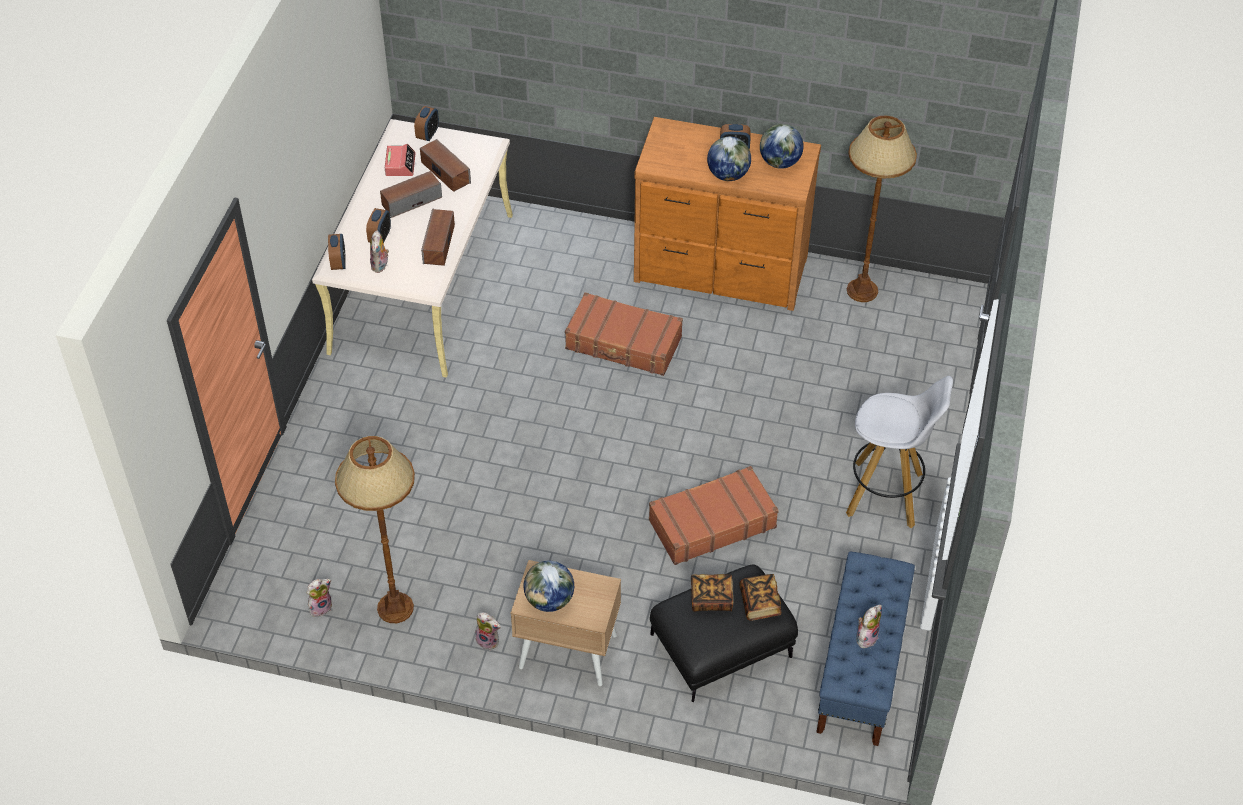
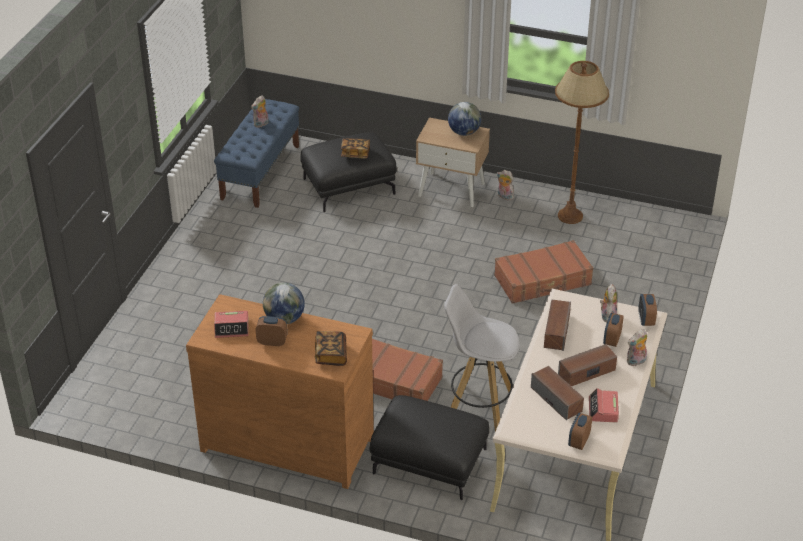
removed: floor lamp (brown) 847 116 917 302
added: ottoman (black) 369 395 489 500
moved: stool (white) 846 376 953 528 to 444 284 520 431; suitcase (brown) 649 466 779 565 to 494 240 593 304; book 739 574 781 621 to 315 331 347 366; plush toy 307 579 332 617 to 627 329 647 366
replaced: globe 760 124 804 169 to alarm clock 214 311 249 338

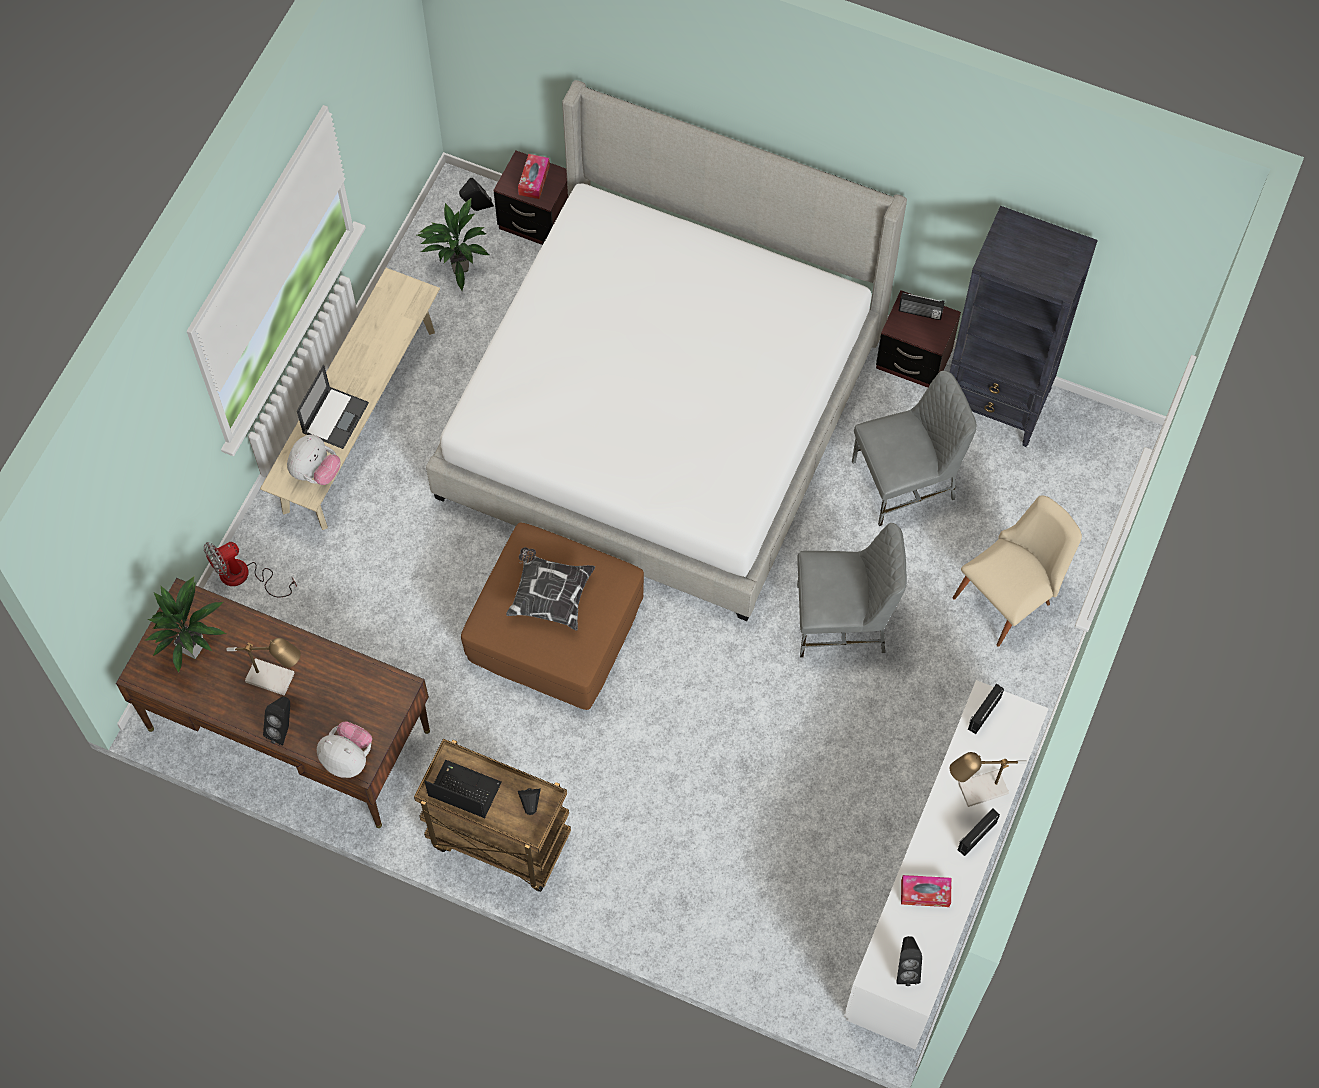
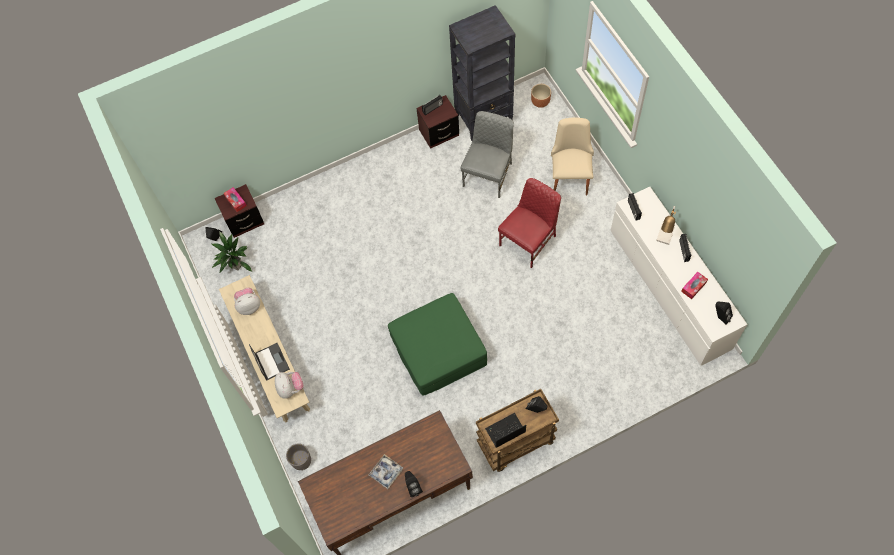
removed: bed 426 80 907 621; pillow 506 547 595 630; potted plant 144 576 226 673
added: planter (brown) 531 84 551 108
moved: plush toy 317 721 372 778 to 234 288 260 315
replaced: fan 204 542 297 597 to planter (grey) 286 443 311 470; table lamp 226 638 301 696 to tray 369 454 403 489
recoloured: ottoman (brown) 461 523 644 710 to ottoman (green) 388 293 487 395; chair (grey) 797 523 907 658 to chair (red) 498 178 561 268

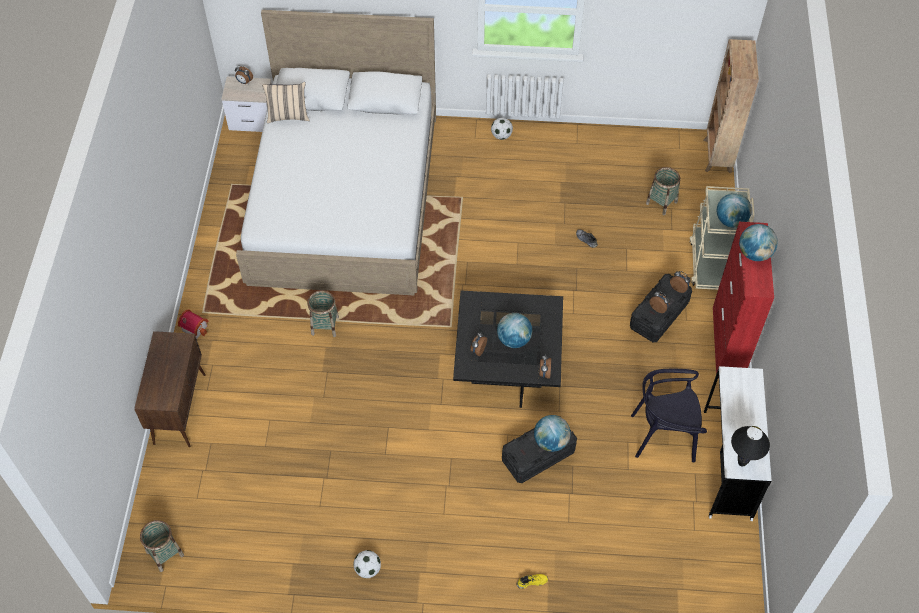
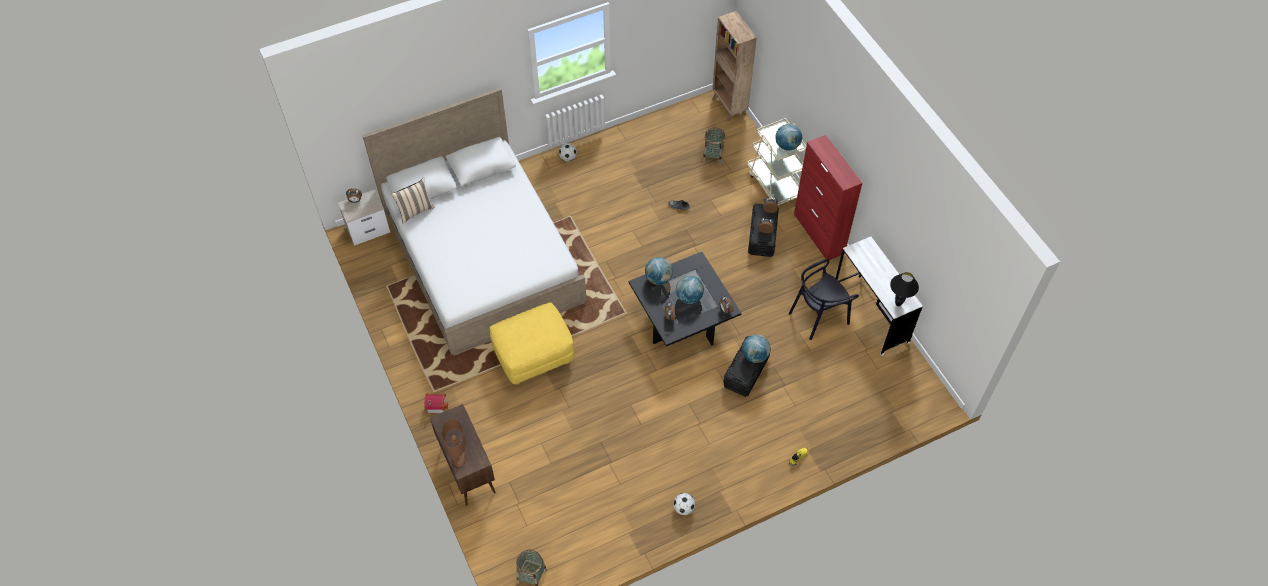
added: table lamp (brown) 442 419 466 467
moved: globe 739 224 778 261 to 645 257 673 285
replaced: basket 308 290 339 337 to ottoman (yellow) 490 303 575 385

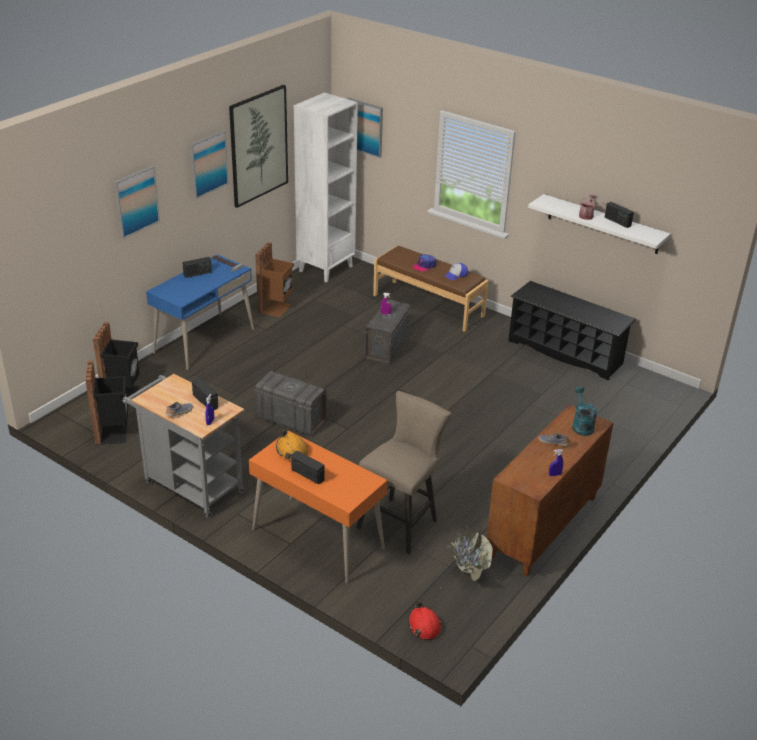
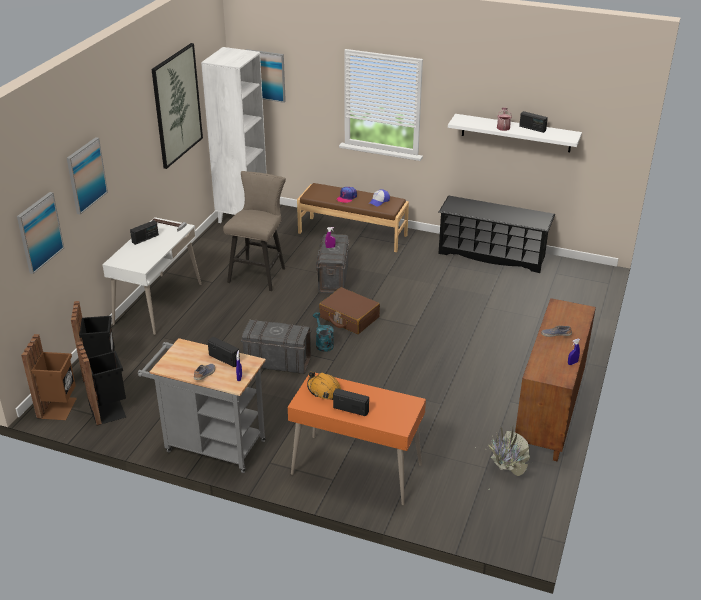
removed: hard hat (red) 408 601 441 640
added: suitcase (brown) 319 287 380 334
moved: picture 190 130 229 199 to 17 192 64 274; trash can (brown) 255 242 294 318 to 21 334 77 420; watering can (turquoise) 572 387 598 436 to 313 312 334 352; stool (beige) 356 391 452 554 to 223 171 286 291
recoloured: desk (blue) 146 255 254 370 to desk (white) 102 217 201 335

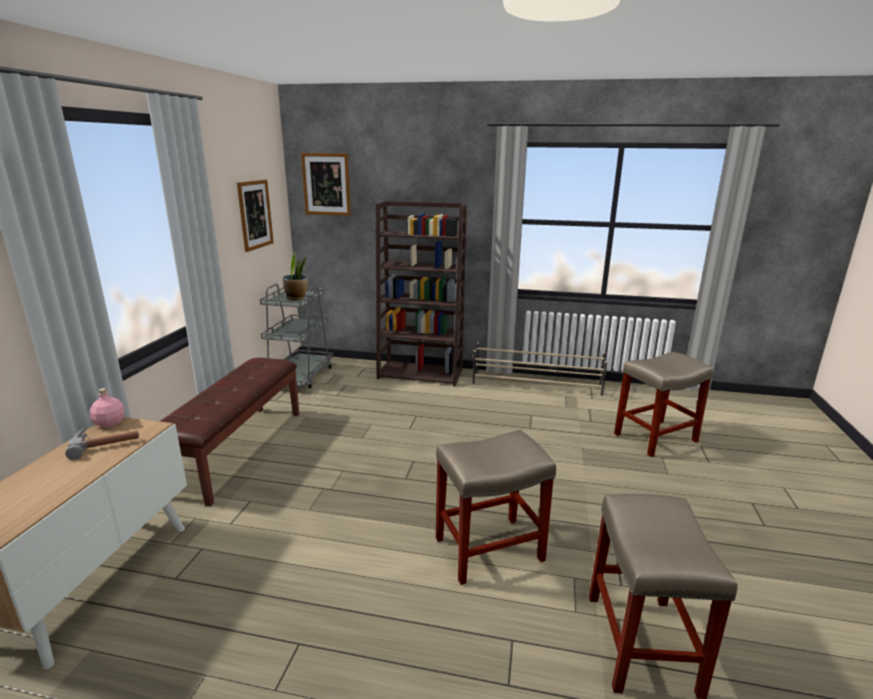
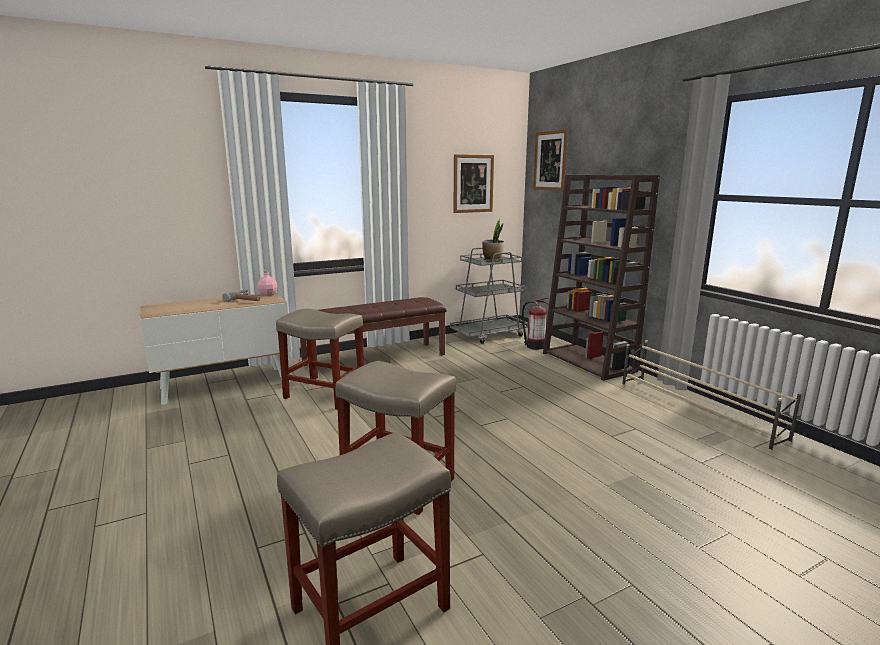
added: fire extinguisher 522 298 549 350
moved: stool (beige) 614 352 713 457 to 276 309 364 410

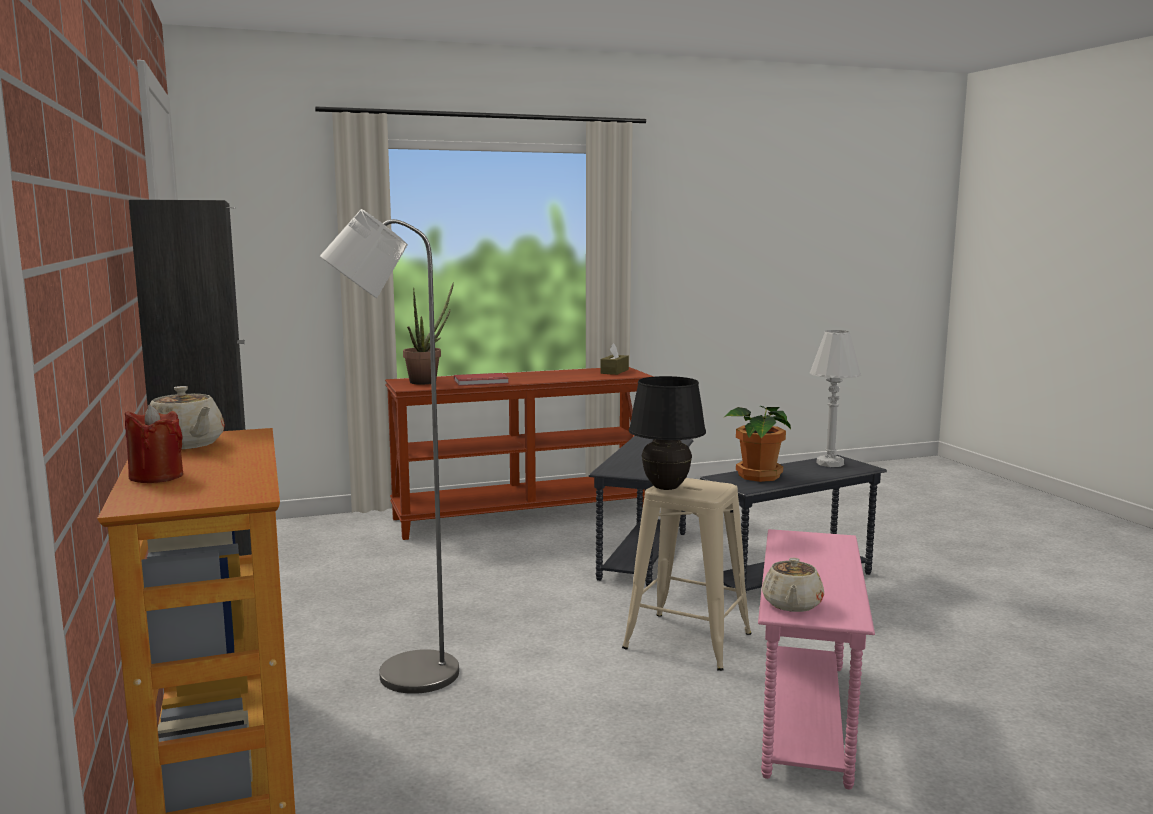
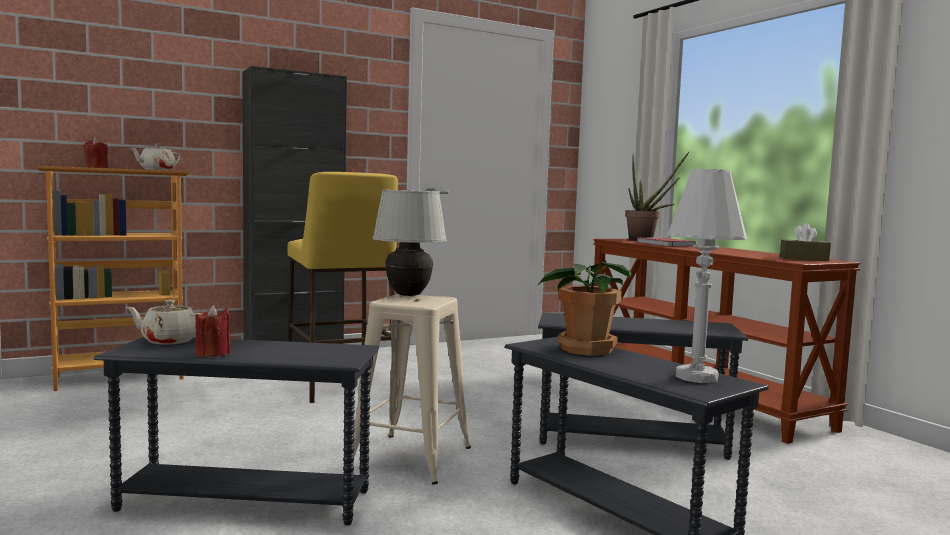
added: candle (red) 195 305 231 357
replaced: floor lamp (grey) 320 209 459 694 to stool (yellow) 288 172 398 403
recoloured: table lamp (black) 629 376 706 490 to table lamp (white) 373 190 447 296; side table (pink) 758 529 875 789 to side table (grey) 94 337 379 525

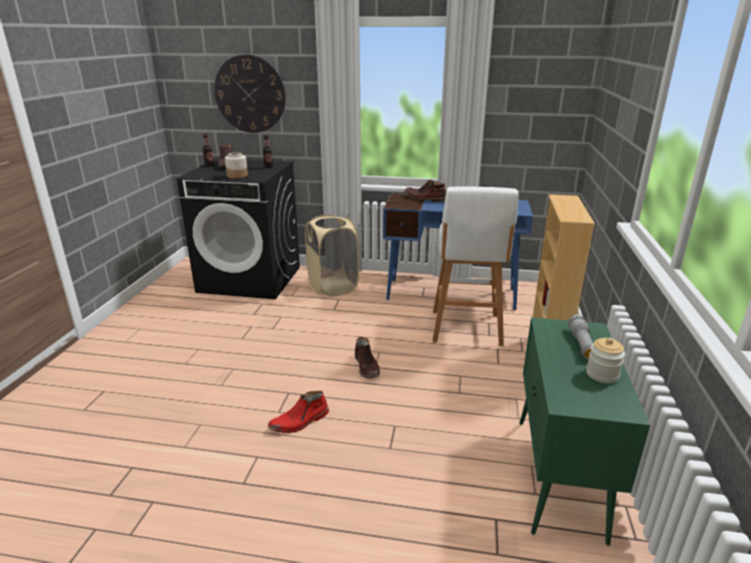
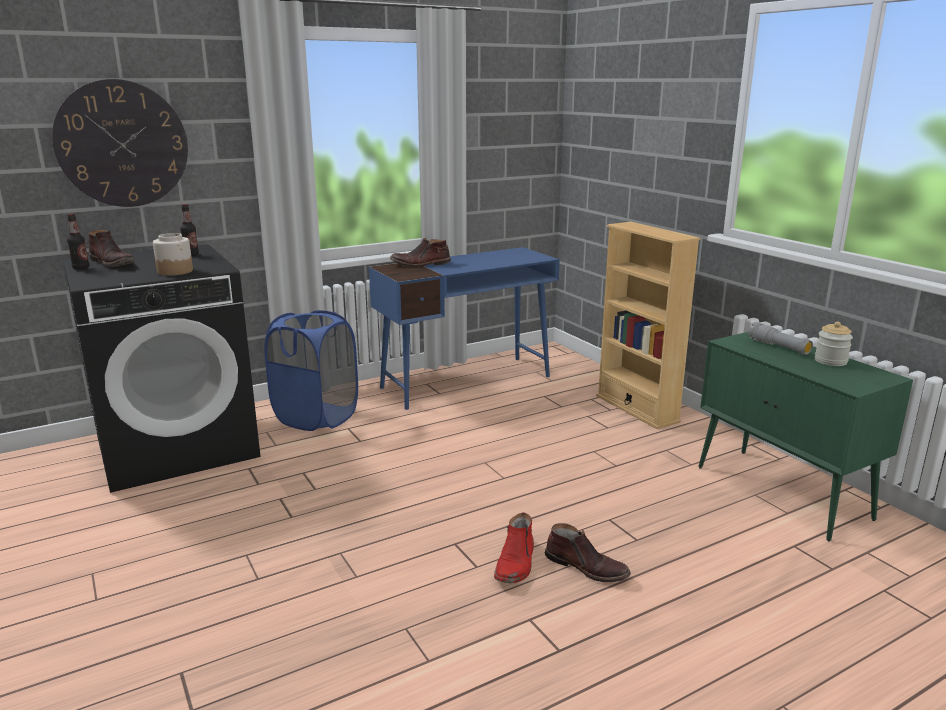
removed: stool (white) 433 186 519 346
moved: boot (brown) 355 337 380 378 to 545 523 631 582
recoloured: laundry basket (beige) 305 215 359 297 to laundry basket (blue) 264 310 358 431

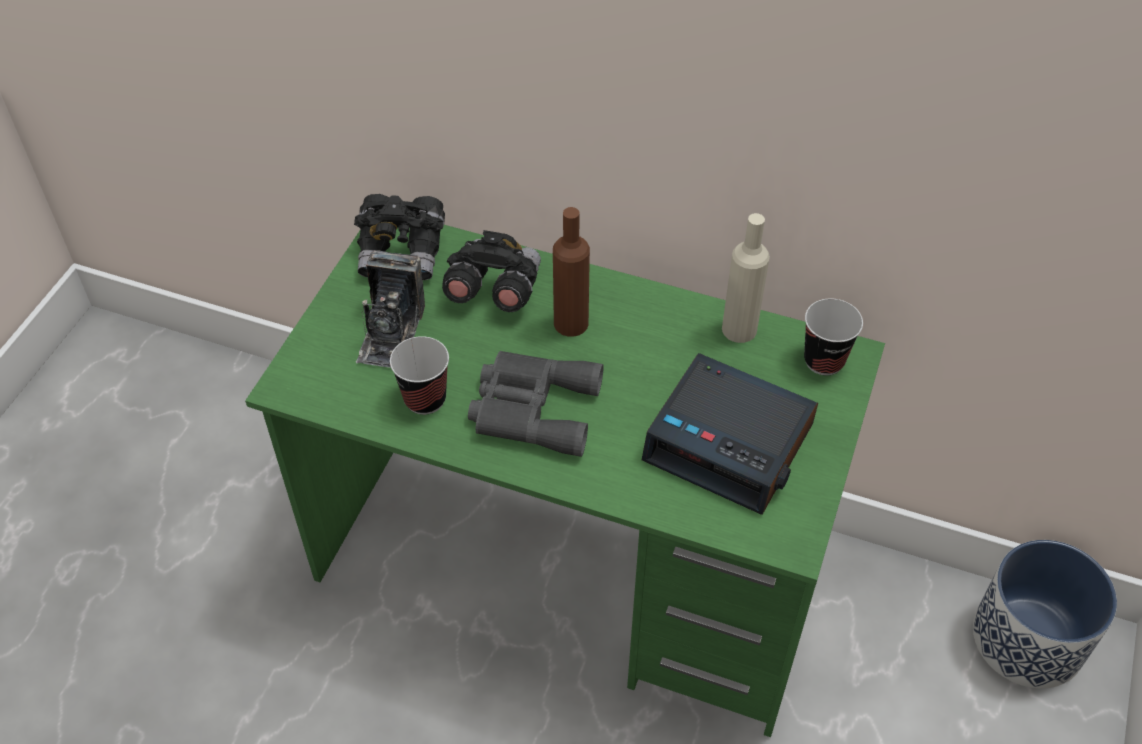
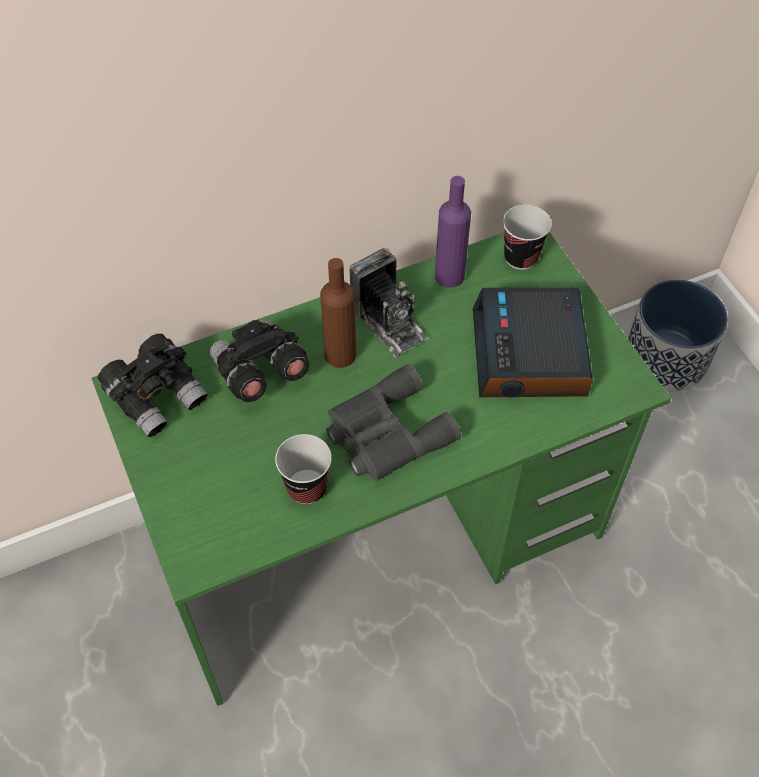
moved: photo camera 356 250 425 368 to 349 248 429 358
recoloured: bottle (beige) 722 213 770 343 to bottle (purple) 435 176 471 288
turned: alarm clock 642 353 818 515 = 473 287 593 398 105 degrees clockwise

